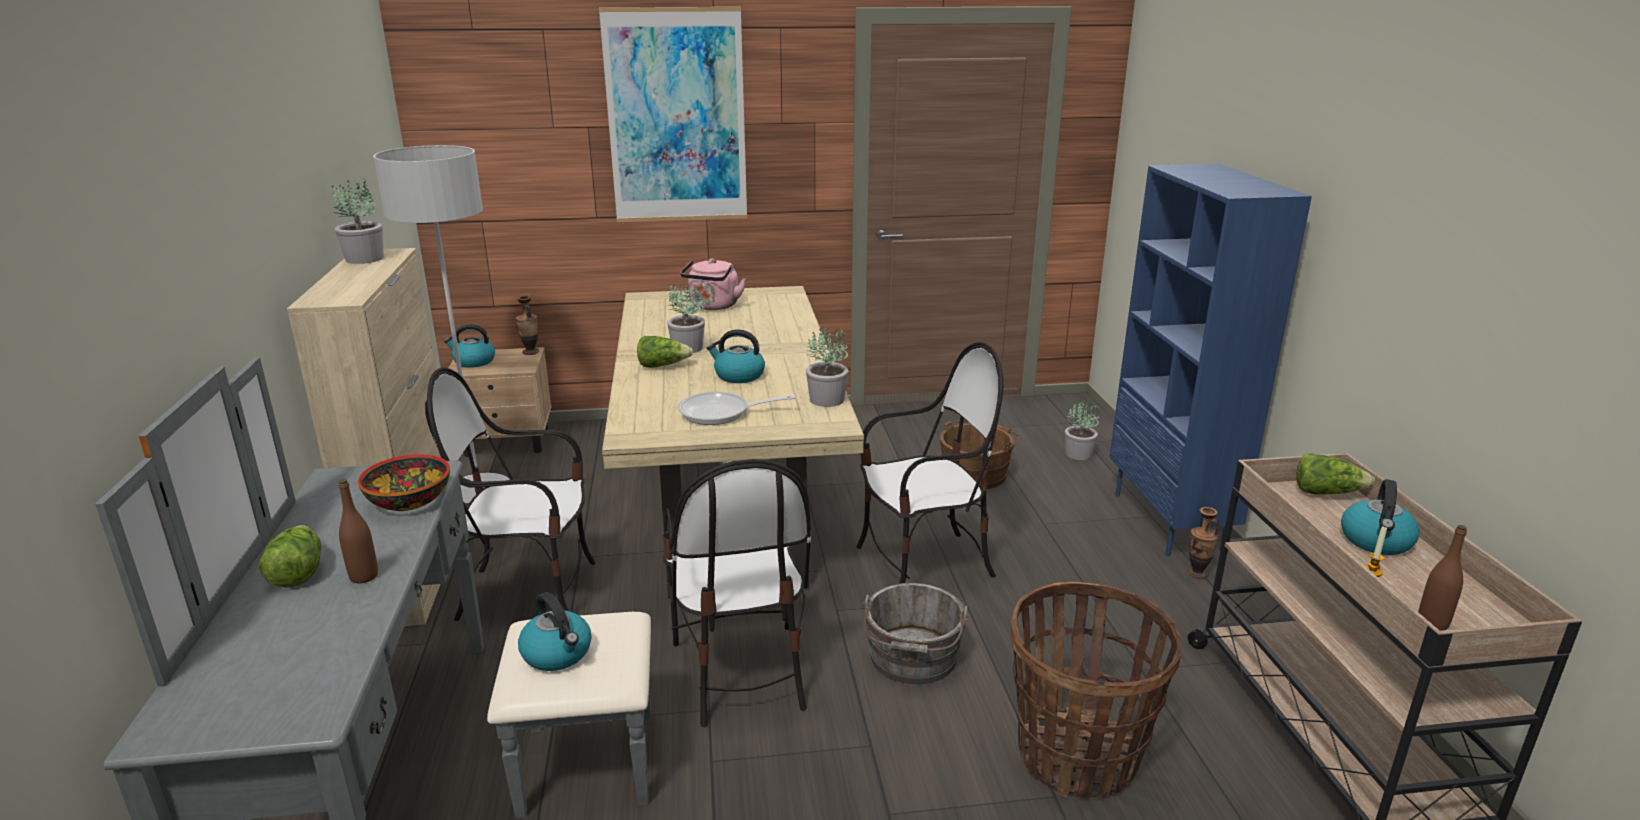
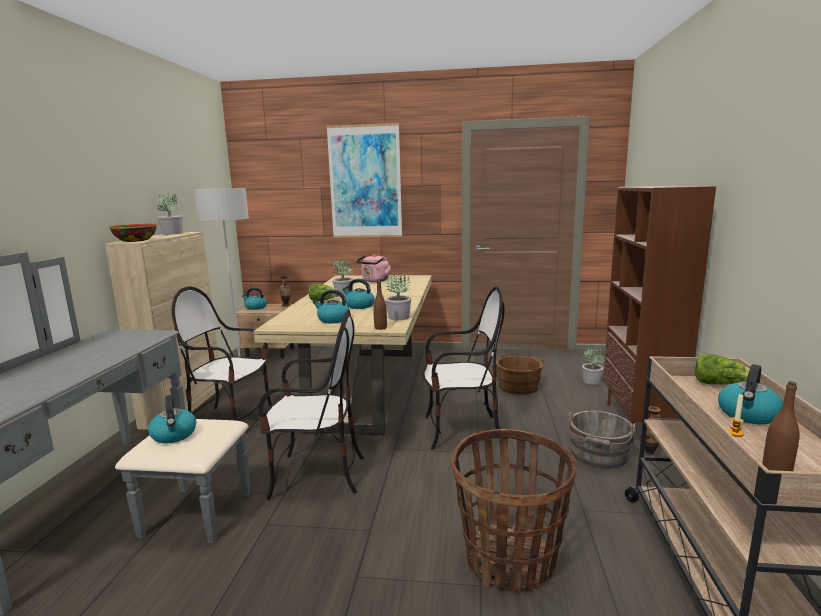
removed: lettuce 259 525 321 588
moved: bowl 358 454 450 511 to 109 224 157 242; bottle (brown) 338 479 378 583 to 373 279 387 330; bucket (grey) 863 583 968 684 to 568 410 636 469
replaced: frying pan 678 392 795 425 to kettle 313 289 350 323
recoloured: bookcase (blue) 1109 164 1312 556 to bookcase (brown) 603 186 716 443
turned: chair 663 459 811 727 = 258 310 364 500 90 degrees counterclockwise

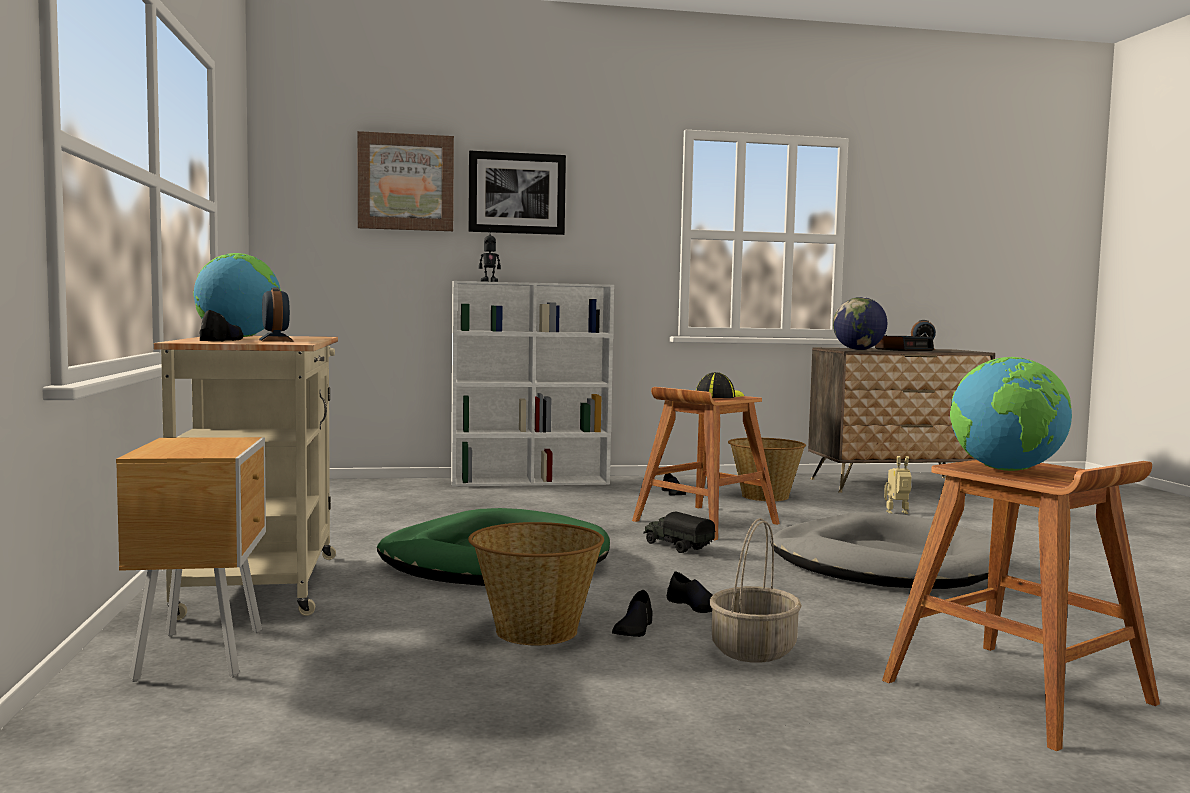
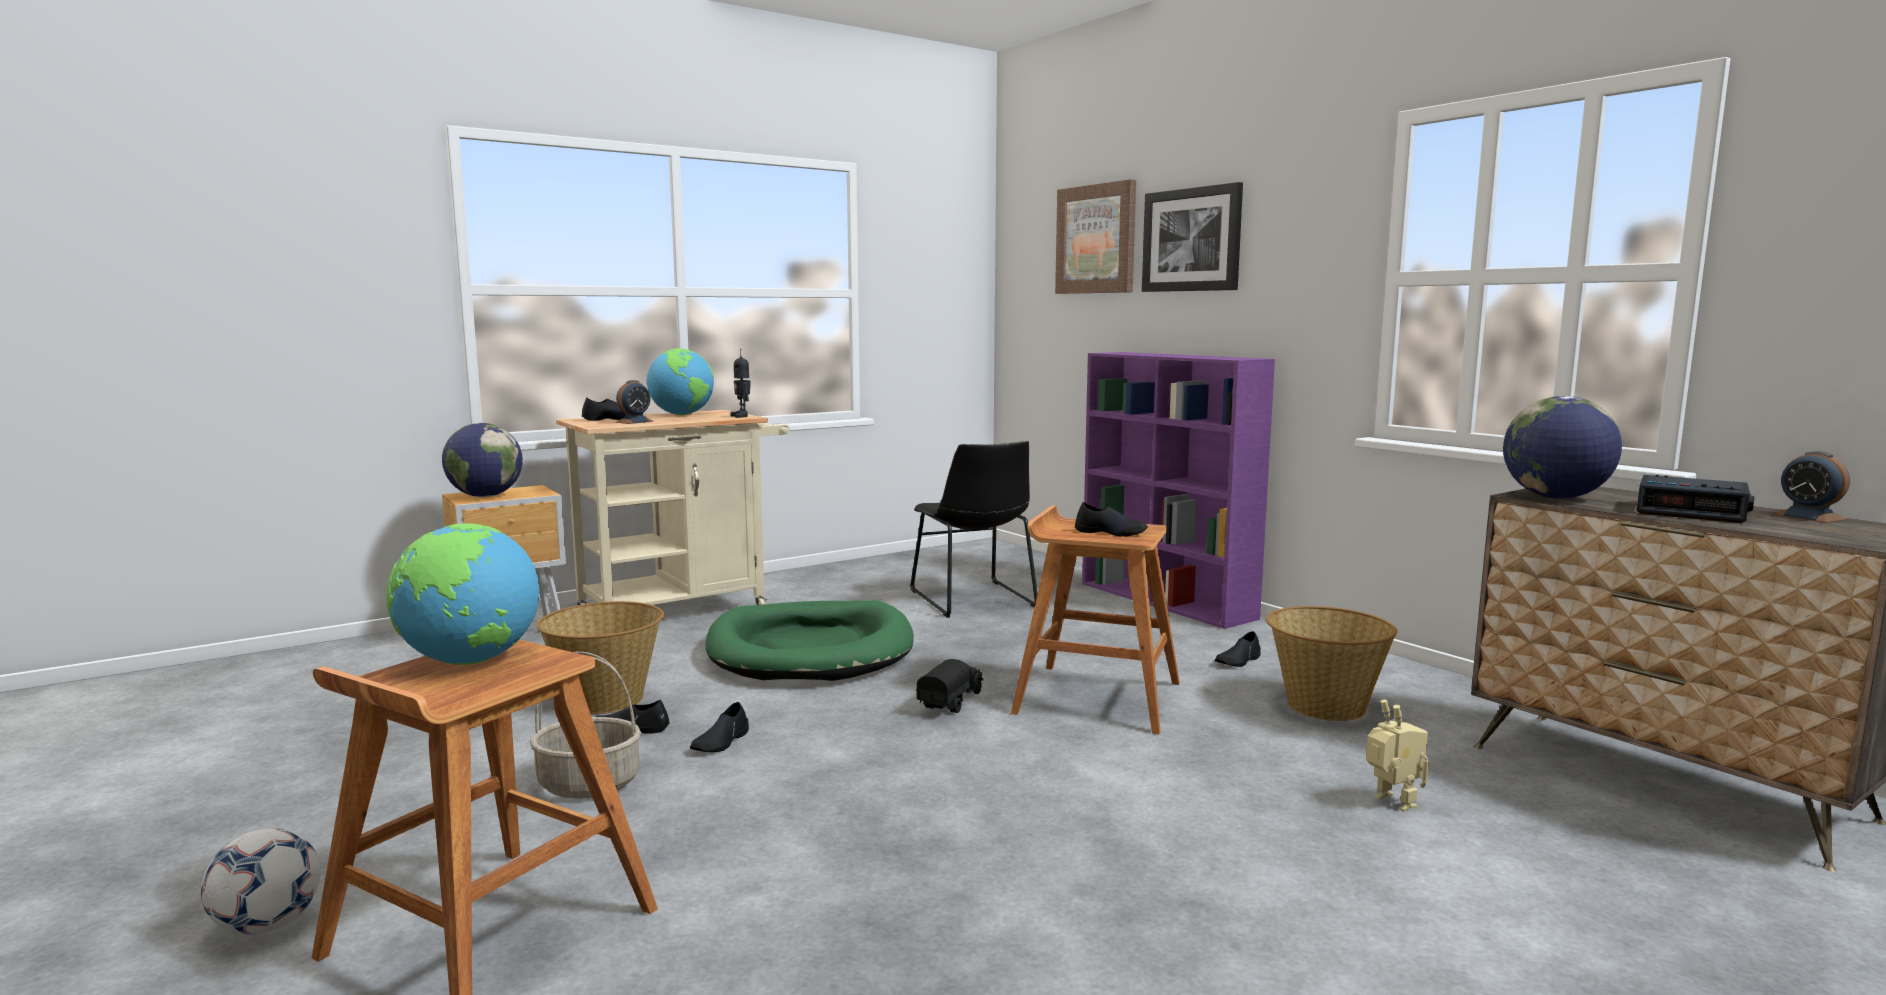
removed: dog bed (grey) 770 512 991 589
added: globe 442 423 523 497; chair (black) 910 441 1038 618; football 201 828 321 935
moved: toy robot 479 234 501 282 to 730 349 751 418
replaced: cap 696 372 744 398 to shoe (black) 1075 502 1148 537
recoloured: bookcase (white) 451 281 614 486 to bookcase (purple) 1082 352 1275 629

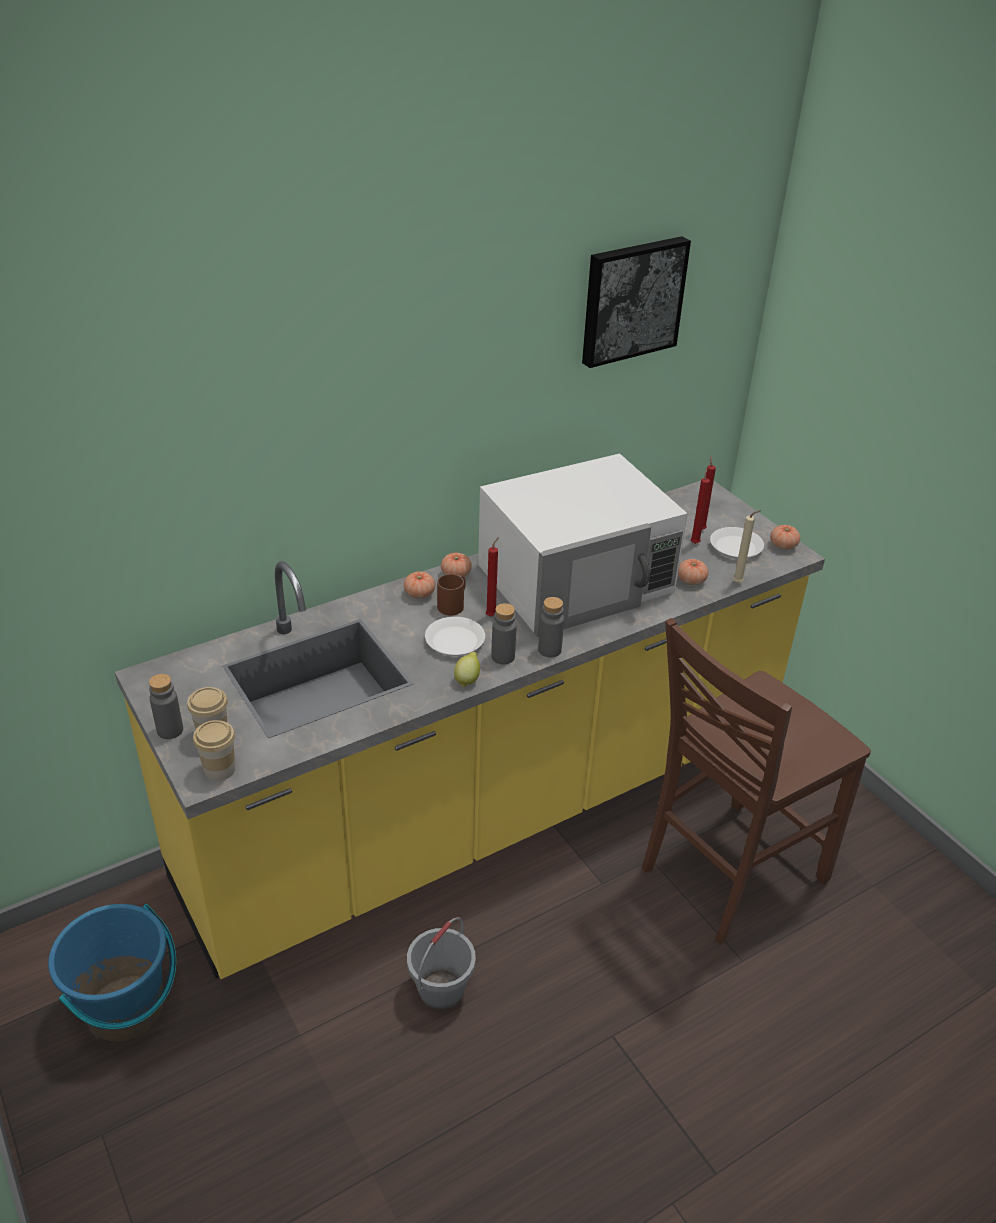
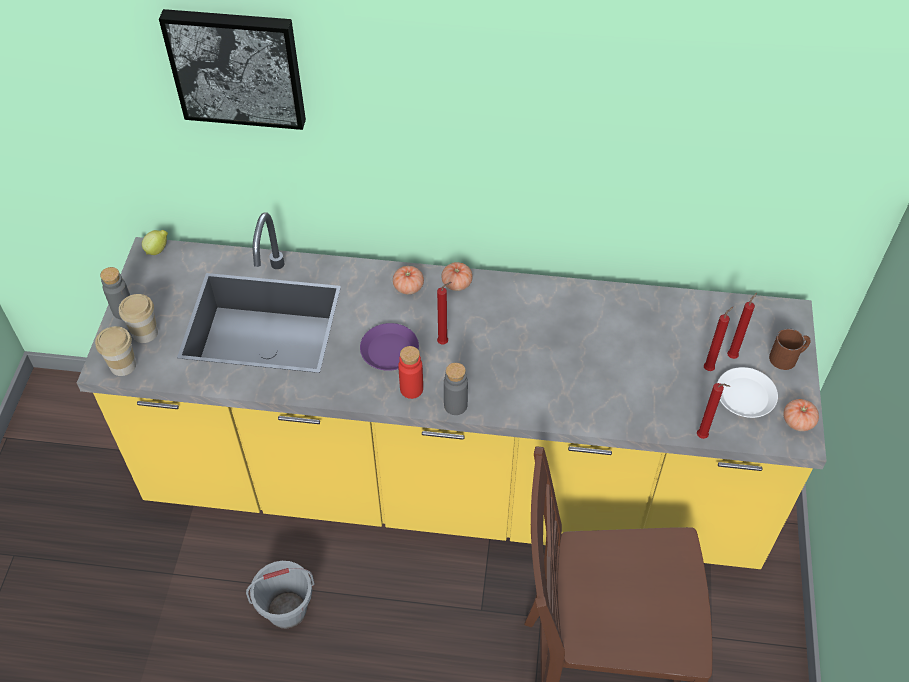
removed: microwave (white) 478 453 688 637; tomato 678 559 709 585; bucket (blue) 48 904 176 1042
moved: picture 582 236 691 368 to 159 9 306 130; mug (brown) 437 574 466 615 to 769 329 811 370; lemon 454 652 480 687 to 142 230 168 255
recoloured: candle (beige) 733 510 762 583 to candle (red) 697 383 731 439; bottle (grey) 491 603 517 664 to bottle (red) 398 346 423 399; plate (white) 425 617 485 656 to plate (purple) 360 323 419 371

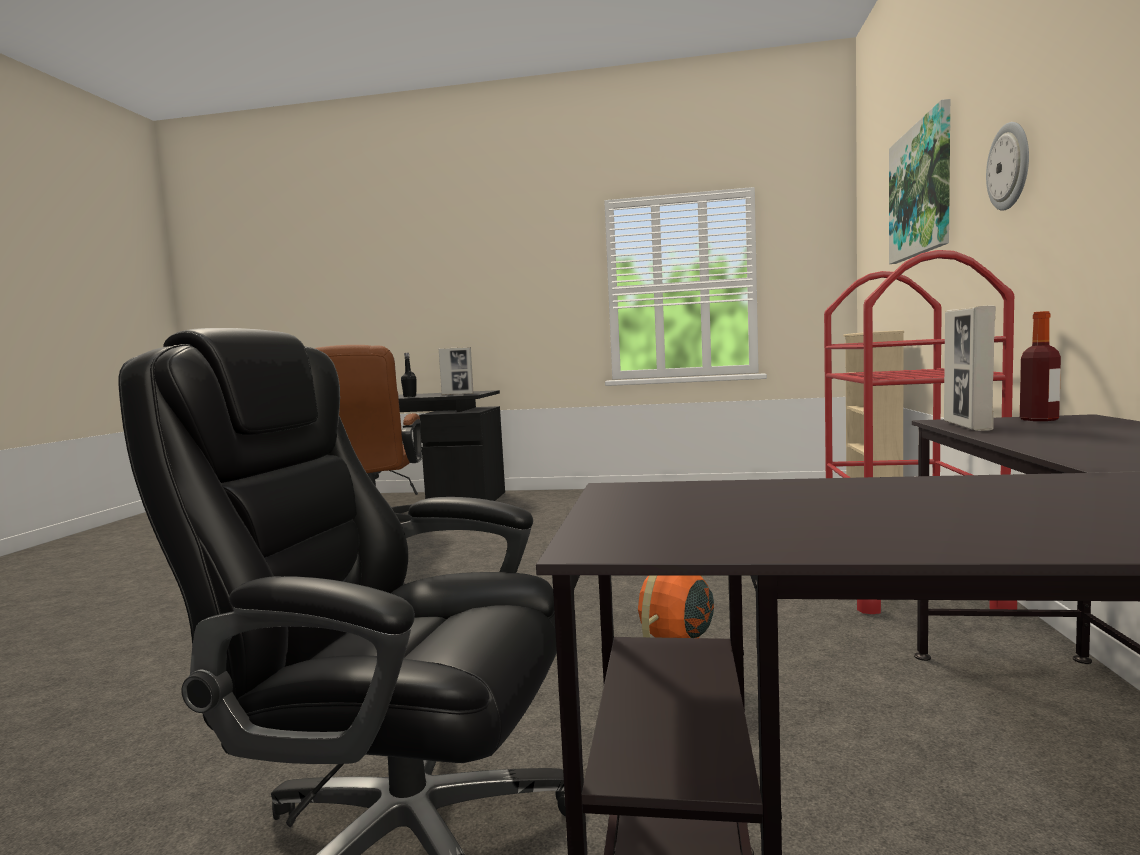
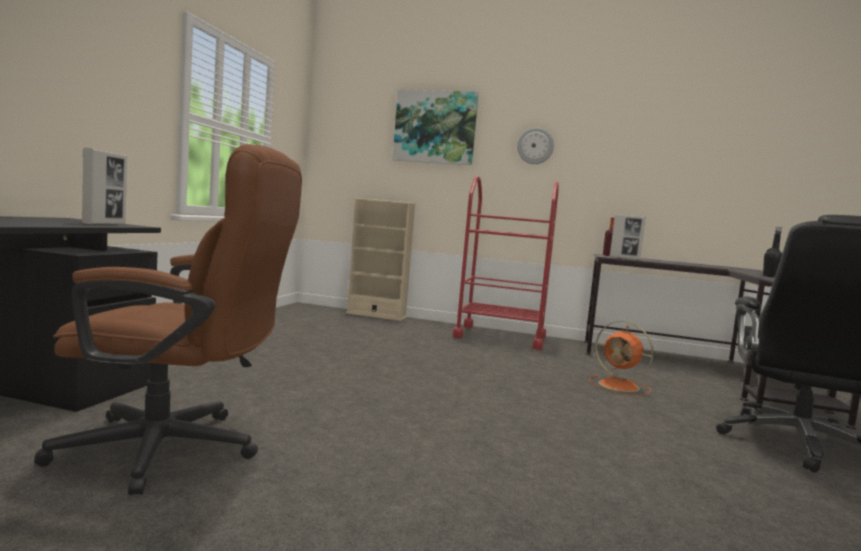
moved: bottle (black) 401 353 416 397 to 763 227 782 278

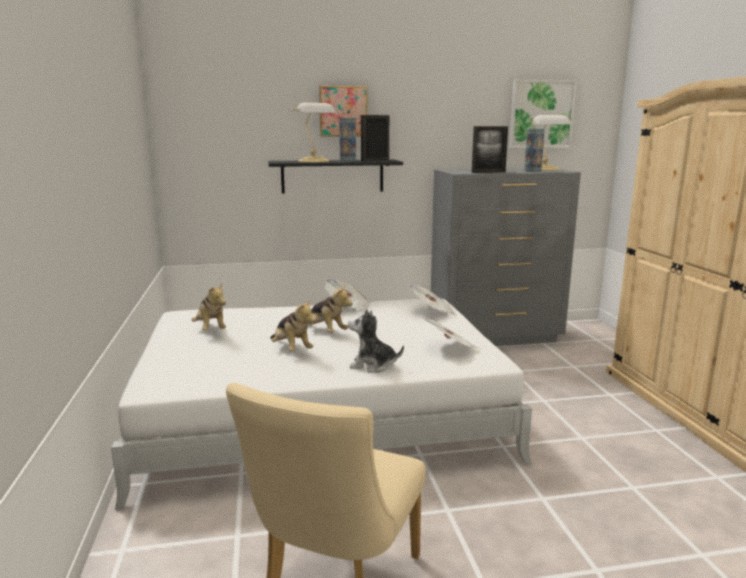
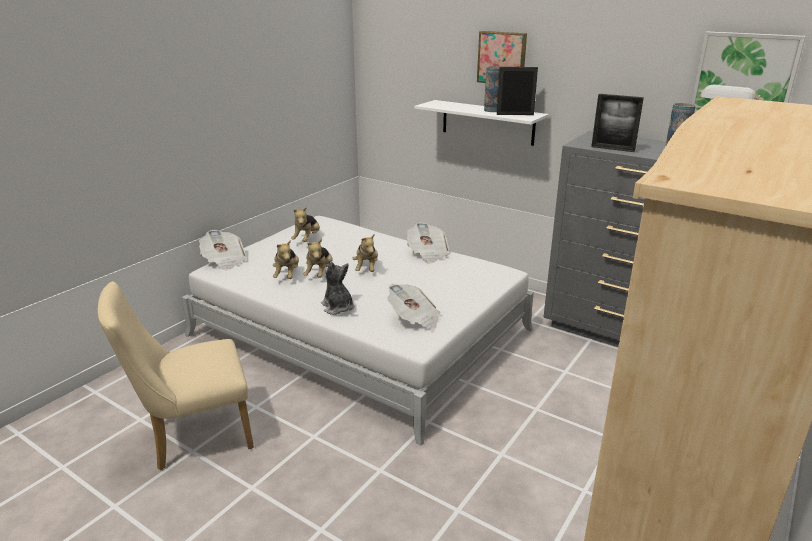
removed: table lamp 292 103 336 162
added: plush toy 273 240 299 279
moved: newspaper 408 284 457 316 to 199 230 246 271
recoloured: shelf (black) 268 160 403 194 to shelf (white) 414 100 549 146

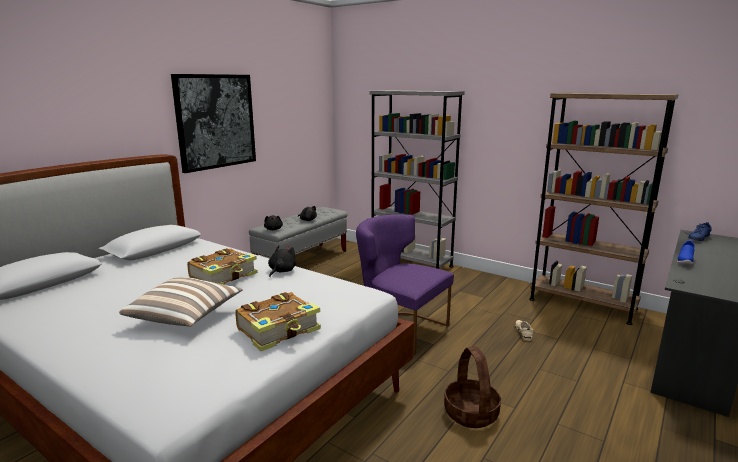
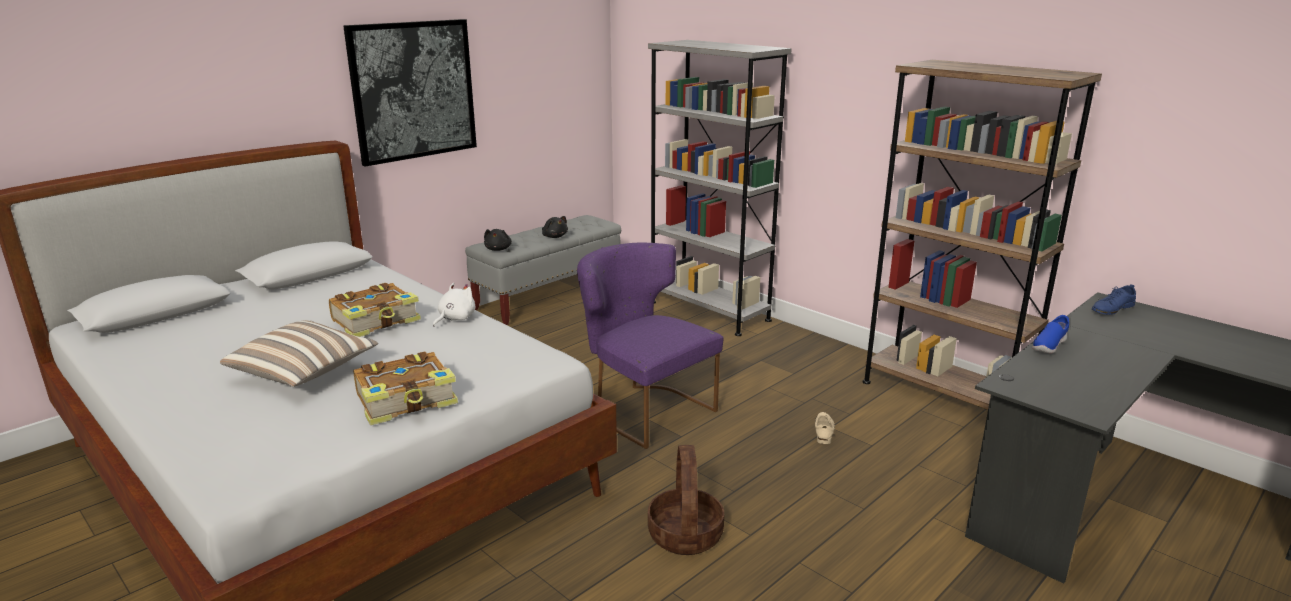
recoloured: plush toy (black) 268 245 297 277 to plush toy (white) 433 283 475 327

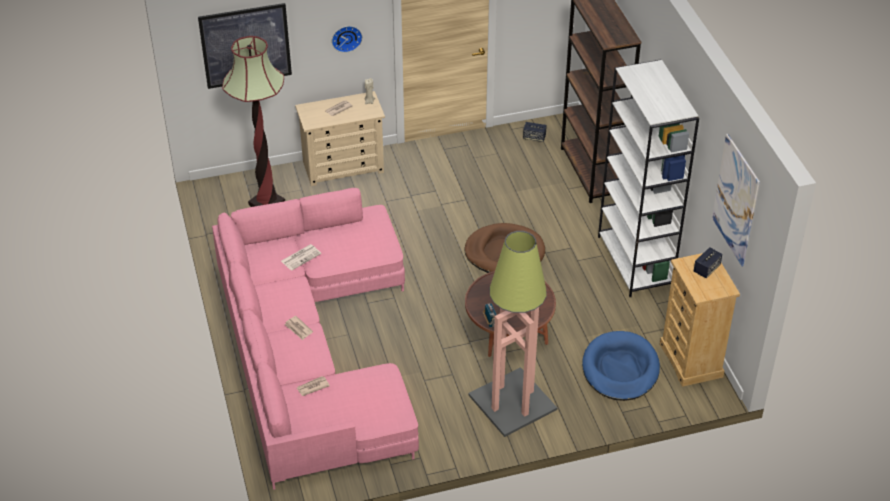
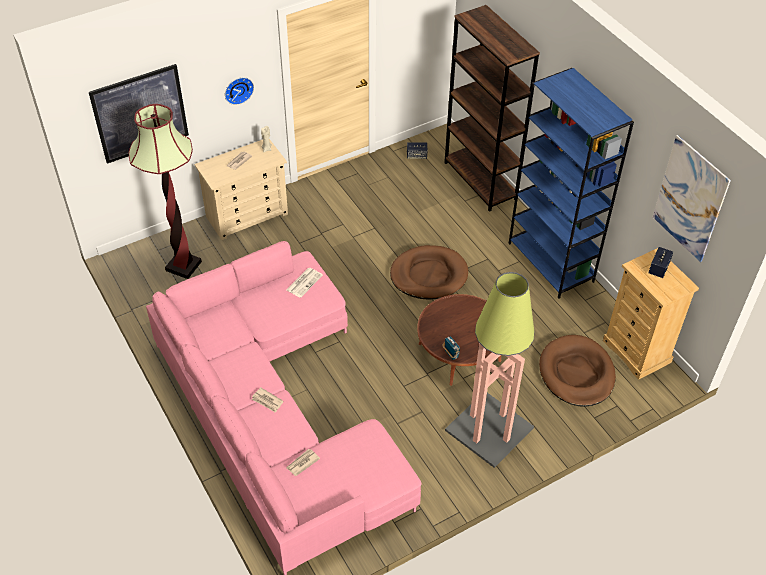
moved: newspaper 281 244 321 271 to 286 268 323 298
recoloured: bookcase (white) 598 60 699 297 to bookcase (blue) 509 68 634 299; dog bed (blue) 582 331 660 401 to dog bed (brown) 539 335 616 407

